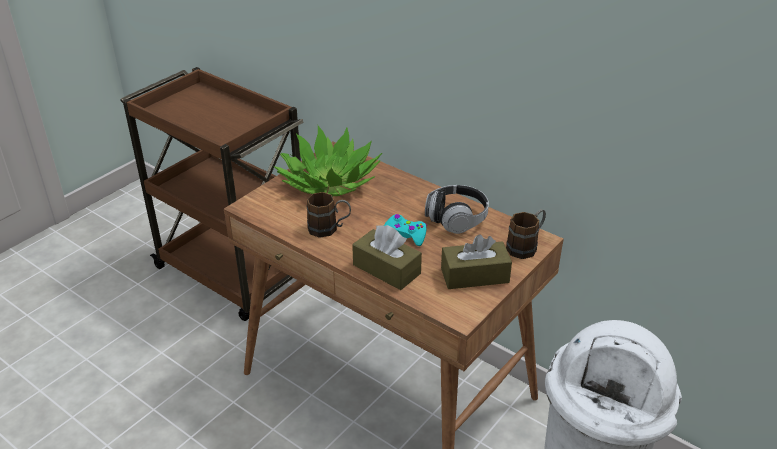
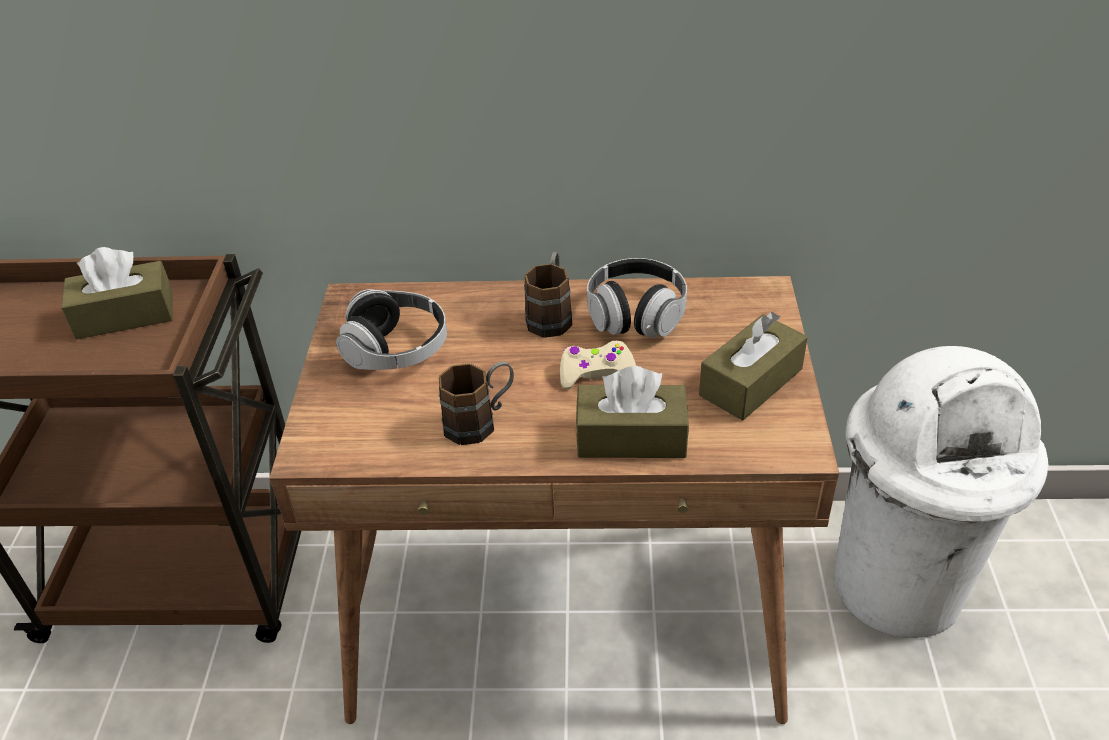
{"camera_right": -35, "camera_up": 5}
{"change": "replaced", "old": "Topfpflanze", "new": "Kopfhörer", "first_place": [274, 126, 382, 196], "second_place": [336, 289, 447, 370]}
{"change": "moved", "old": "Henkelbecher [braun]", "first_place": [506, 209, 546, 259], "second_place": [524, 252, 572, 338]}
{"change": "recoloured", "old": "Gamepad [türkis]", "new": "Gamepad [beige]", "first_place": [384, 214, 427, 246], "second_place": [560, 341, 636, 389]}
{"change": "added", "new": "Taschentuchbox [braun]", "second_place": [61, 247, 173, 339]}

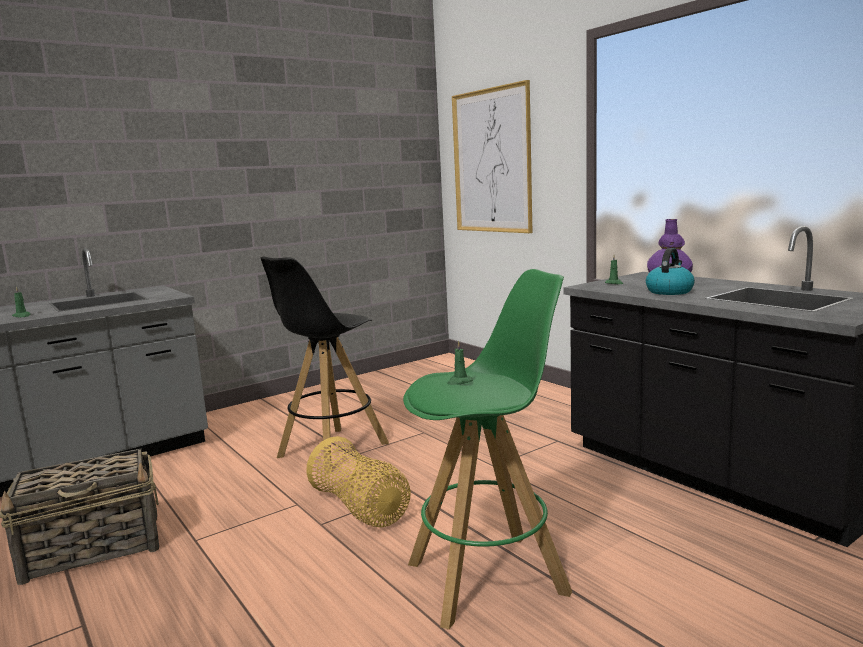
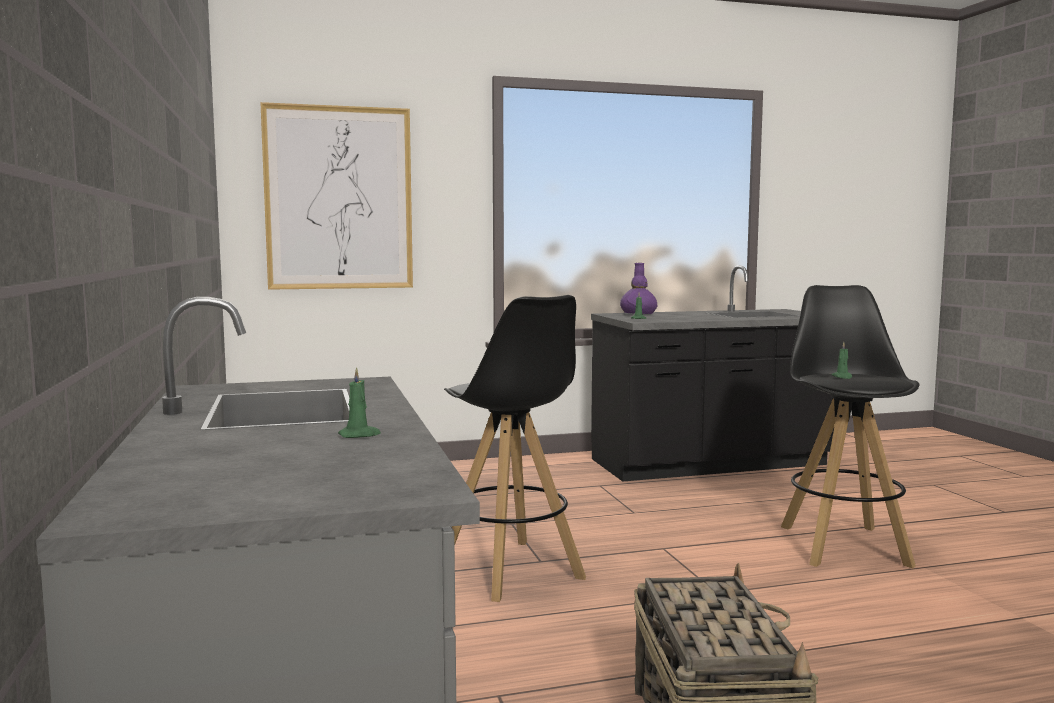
{"camera_right": -70, "camera_up": -5}
{"change": "removed", "old": "Wasserkessel", "first_place": [646, 248, 695, 295]}
{"change": "recoloured", "old": "Hocker [grün]", "new": "Hocker [schwarz]", "first_place": [403, 269, 572, 629], "second_place": [781, 285, 920, 568]}
{"change": "removed", "old": "Korb", "first_place": [306, 436, 411, 527]}

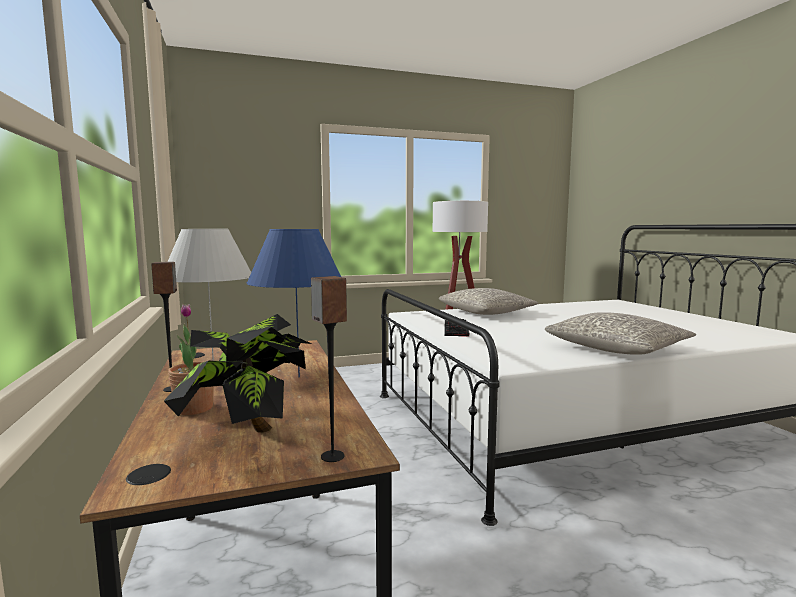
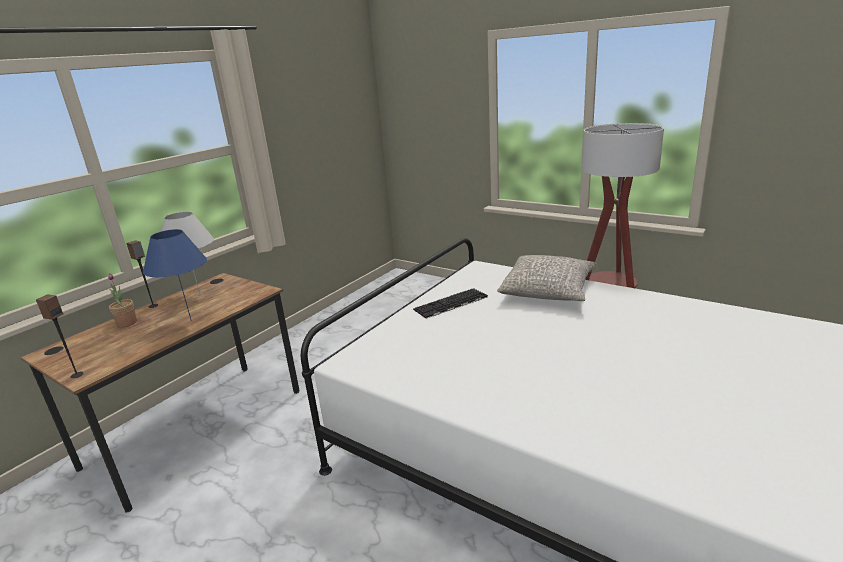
{"camera_right": 55, "camera_up": 15}
{"change": "removed", "old": "Kissen [grau]", "first_place": [545, 312, 696, 355]}
{"change": "removed", "old": "Topfpflanze", "first_place": [164, 314, 312, 433]}

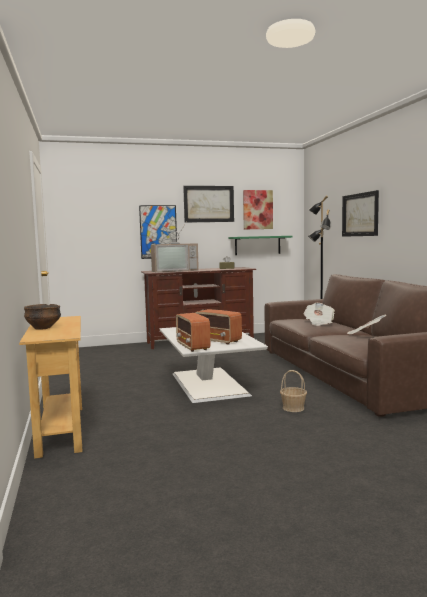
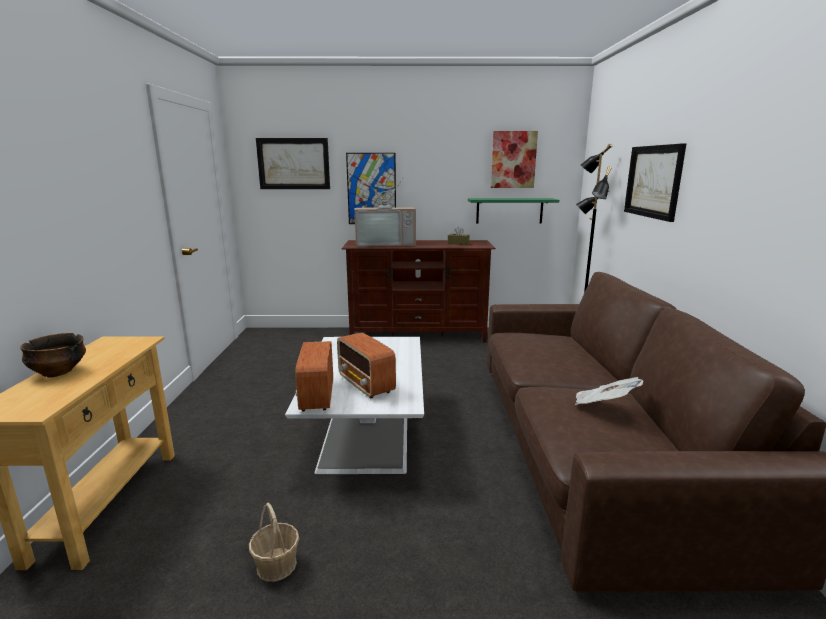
{"camera_right": 15, "camera_up": 10}
{"change": "moved", "old": "Bild", "first_place": [183, 186, 234, 223], "second_place": [256, 138, 330, 189]}
{"change": "removed", "old": "Zeitung", "first_place": [303, 303, 335, 326]}
{"change": "moved", "old": "Korb", "first_place": [280, 370, 307, 412], "second_place": [249, 502, 299, 582]}

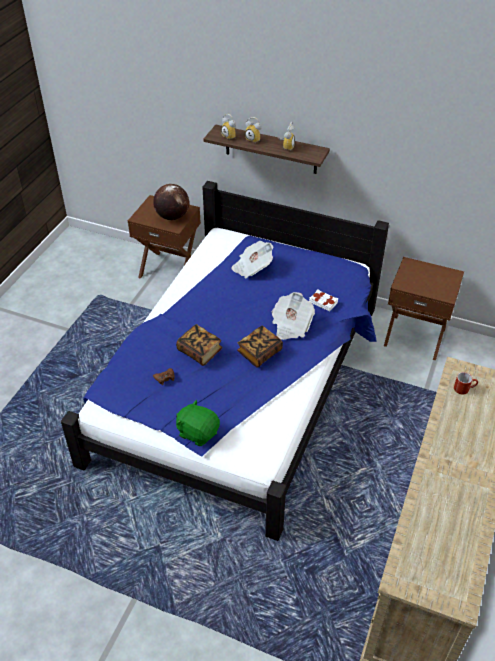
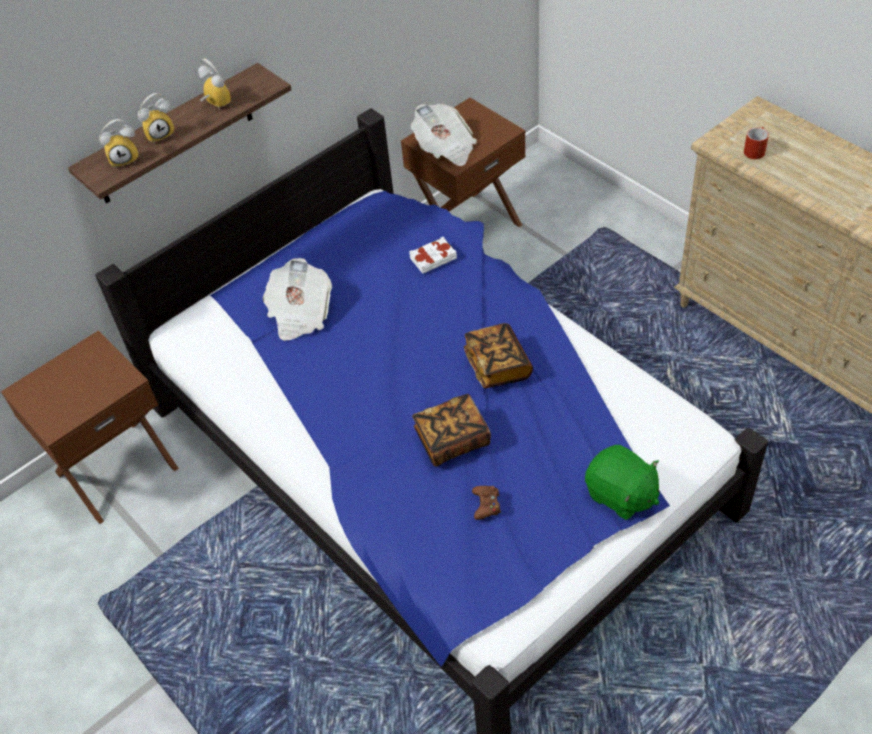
{"camera_right": -60, "camera_up": 5}
{"change": "removed", "old": "Globus", "first_place": [153, 184, 189, 220]}
{"change": "moved", "old": "Zeitung", "first_place": [271, 292, 315, 340], "second_place": [411, 104, 477, 166]}
{"change": "turned", "old": "Plüschtier [grün]", "first_place": [176, 400, 220, 446], "second_place": [585, 445, 659, 520], "degrees": -105}

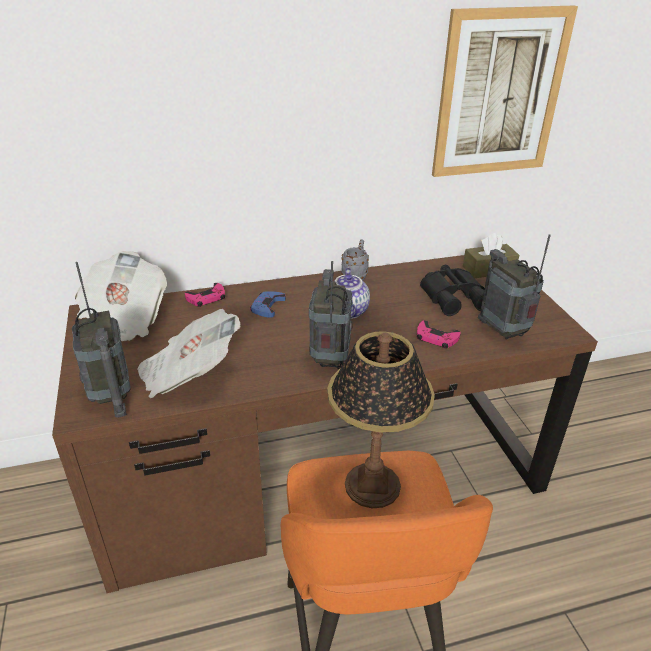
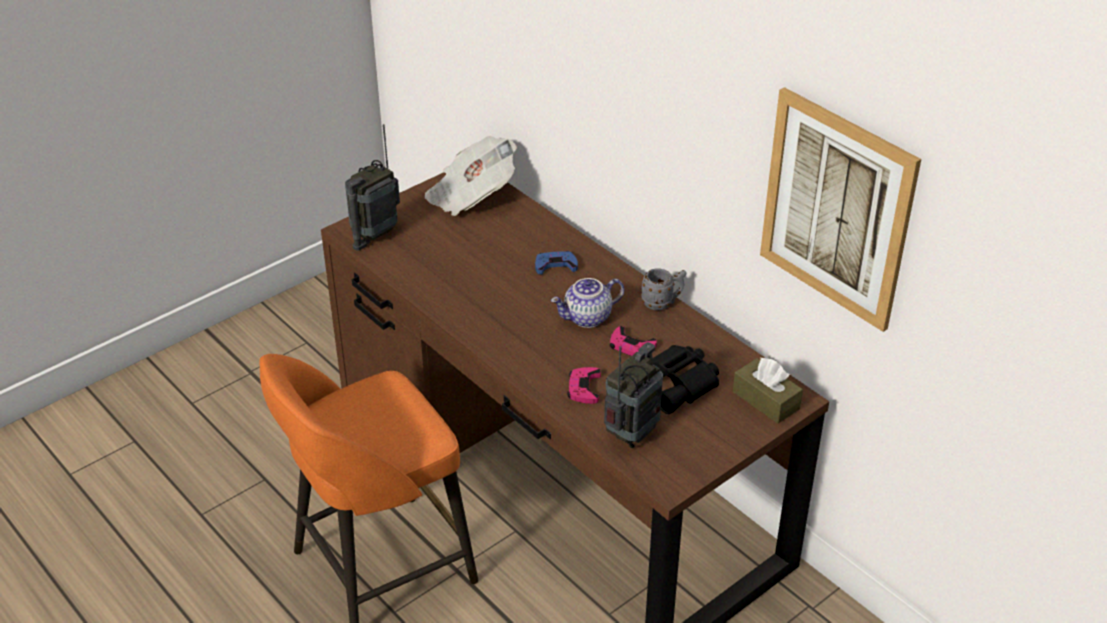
{"camera_right": 65, "camera_up": 5}
{"change": "removed", "old": "Radio", "first_place": [309, 261, 353, 369]}
{"change": "moved", "old": "Gamepad [rosa]", "first_place": [185, 283, 225, 307], "second_place": [609, 326, 657, 356]}
{"change": "removed", "old": "Zeitung", "first_place": [137, 309, 240, 398]}
{"change": "removed", "old": "Tischlampe", "first_place": [327, 331, 435, 508]}

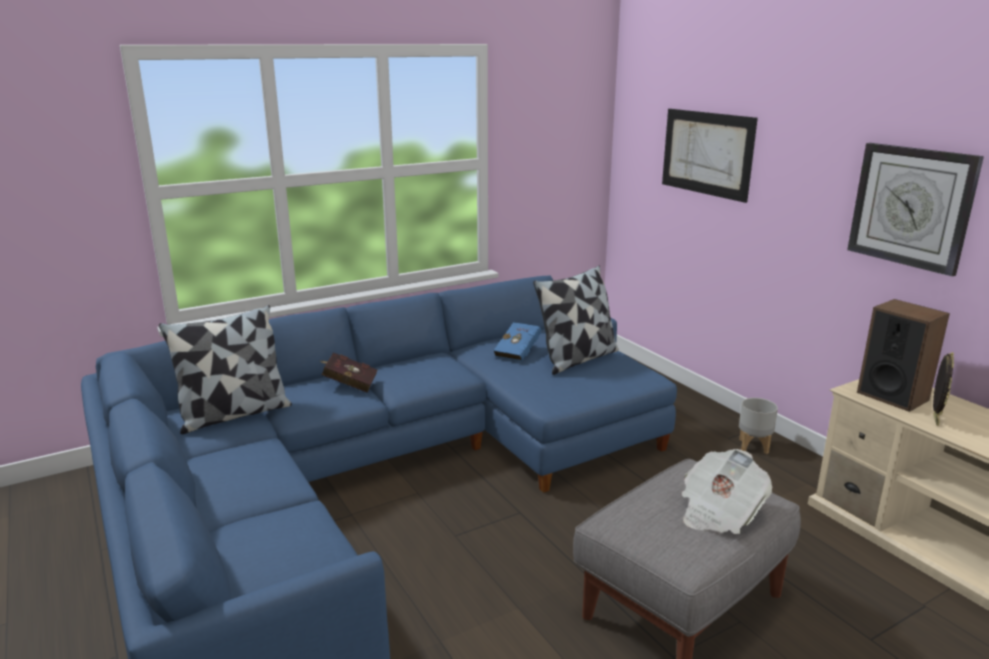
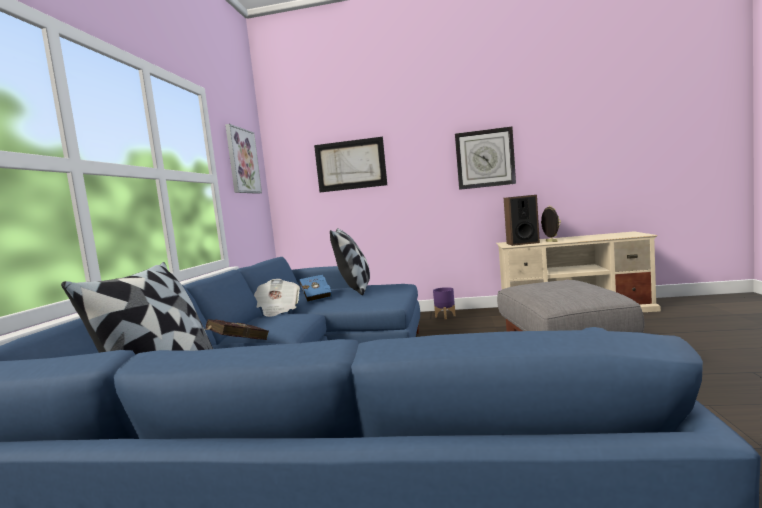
{"camera_right": -50, "camera_up": -15}
{"change": "recoloured", "old": "Pflanzkübel [grau]", "new": "Pflanzkübel [lila]", "first_place": [739, 398, 778, 454], "second_place": [433, 287, 456, 319]}
{"change": "moved", "old": "Zeitung", "first_place": [682, 449, 772, 534], "second_place": [254, 279, 300, 317]}
{"change": "added", "new": "Bild", "second_place": [225, 124, 262, 194]}

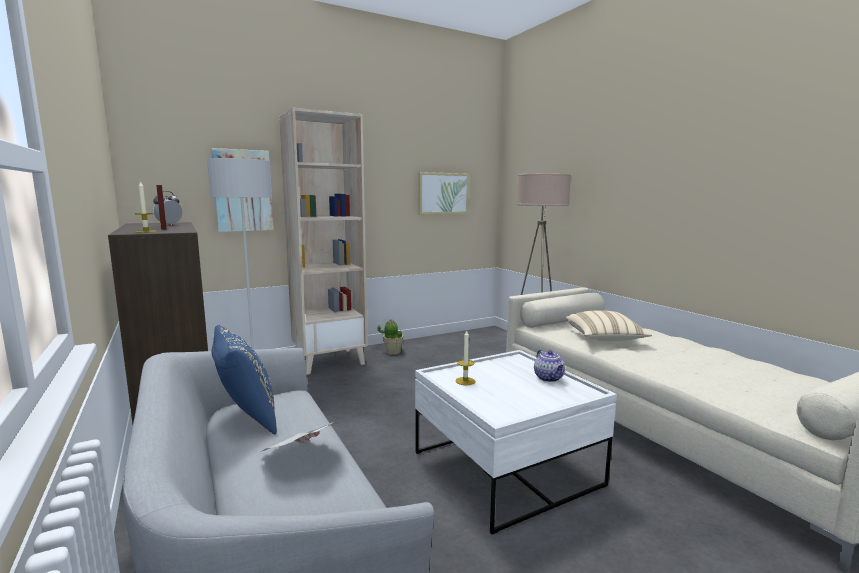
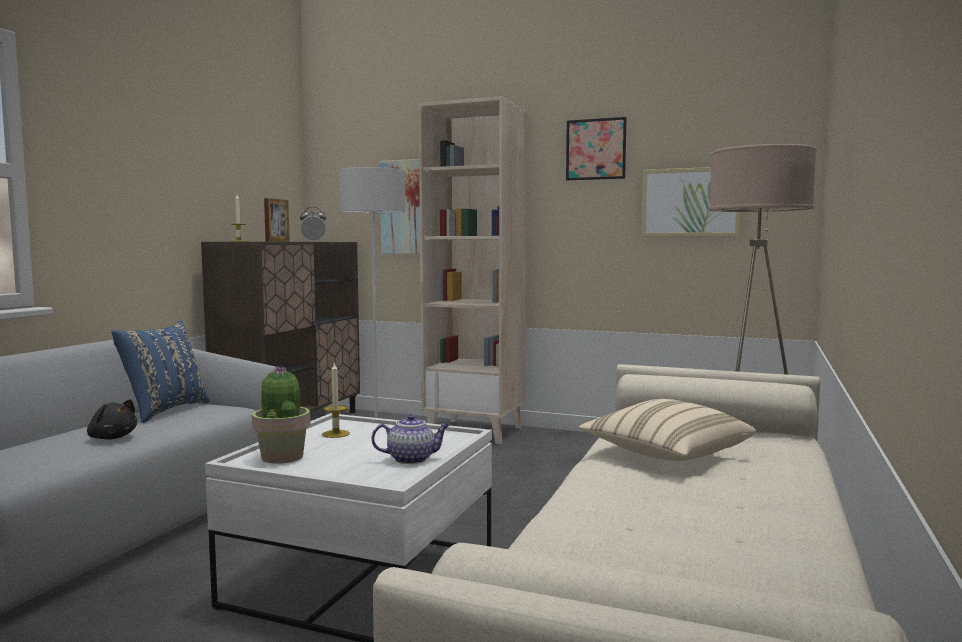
{"camera_right": 50, "camera_up": -5}
{"change": "moved", "old": "Topfpflanze", "first_place": [378, 319, 403, 355], "second_place": [252, 365, 310, 464]}
{"change": "turned", "old": "Teekanne", "first_place": [534, 350, 565, 382], "second_place": [371, 414, 450, 464], "degrees": -135}
{"change": "replaced", "old": "Zeitung", "new": "Plüschtier [schwarz]", "first_place": [263, 419, 343, 451], "second_place": [87, 399, 137, 440]}
{"change": "added", "new": "Bild", "second_place": [566, 117, 627, 180]}

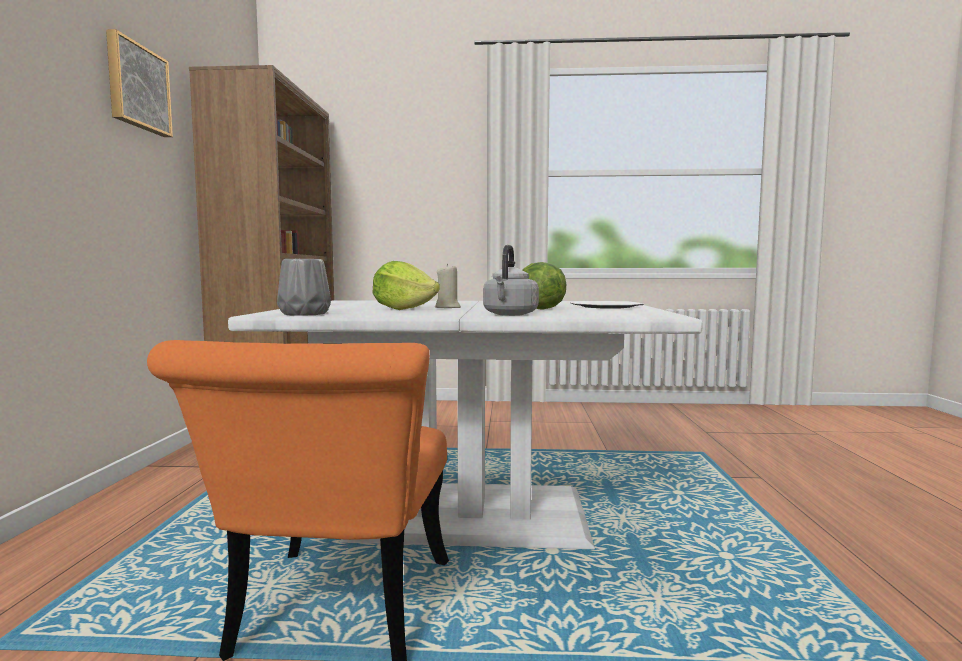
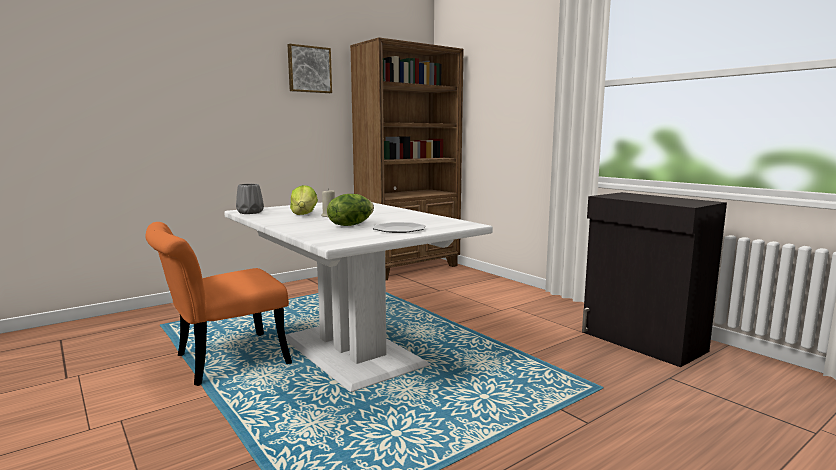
{"camera_right": 50, "camera_up": 5}
{"change": "removed", "old": "Wasserkessel [grau]", "first_place": [483, 245, 539, 316]}
{"change": "added", "new": "Schrank [schwarz]", "second_place": [582, 192, 727, 367]}

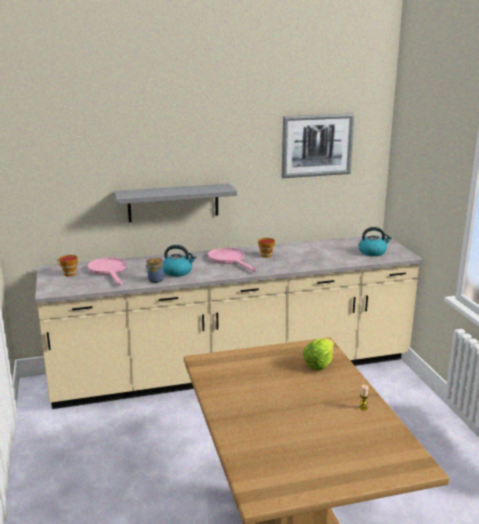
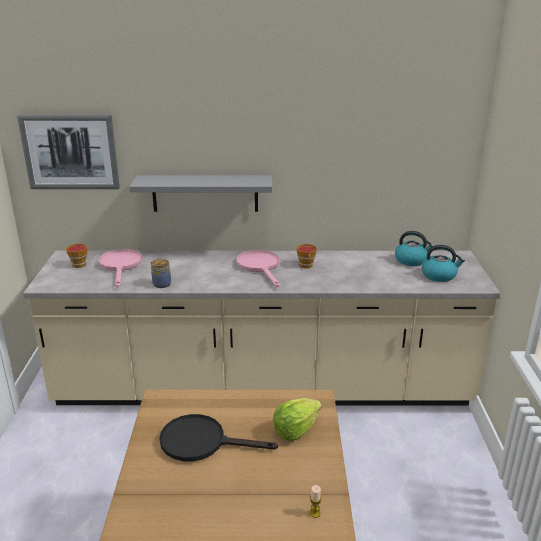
{"camera_right": 15, "camera_up": 5}
{"change": "moved", "old": "Bild", "first_place": [282, 113, 355, 178], "second_place": [17, 115, 120, 189]}
{"change": "moved", "old": "Wasserkessel", "first_place": [163, 245, 196, 277], "second_place": [395, 231, 435, 266]}
{"change": "added", "new": "Pfanne [schwarz]", "second_place": [159, 414, 278, 461]}

